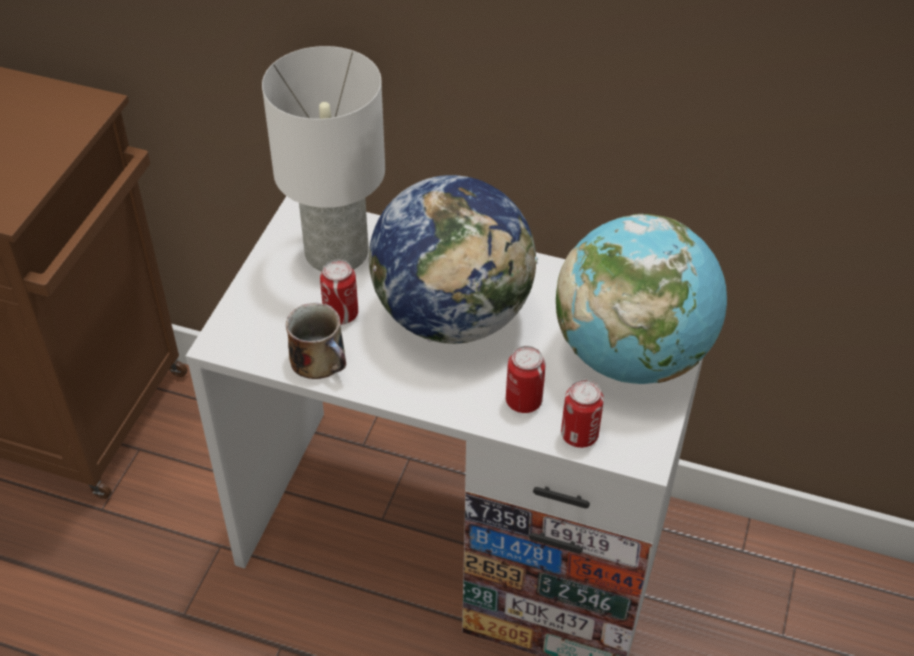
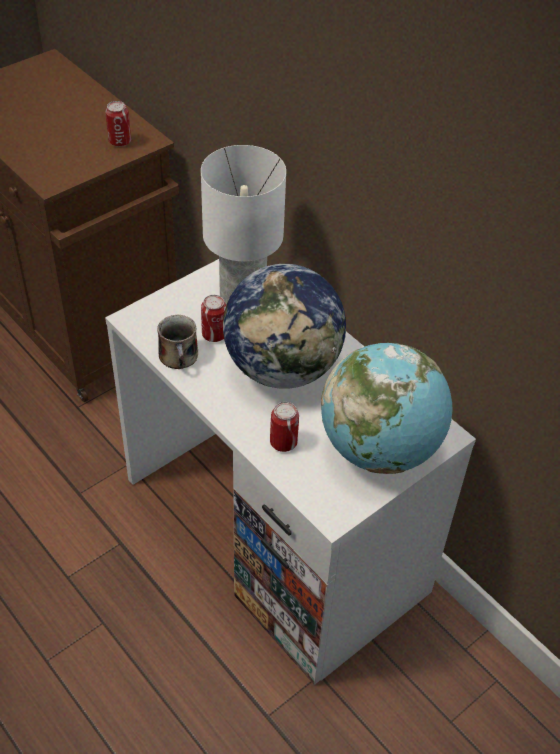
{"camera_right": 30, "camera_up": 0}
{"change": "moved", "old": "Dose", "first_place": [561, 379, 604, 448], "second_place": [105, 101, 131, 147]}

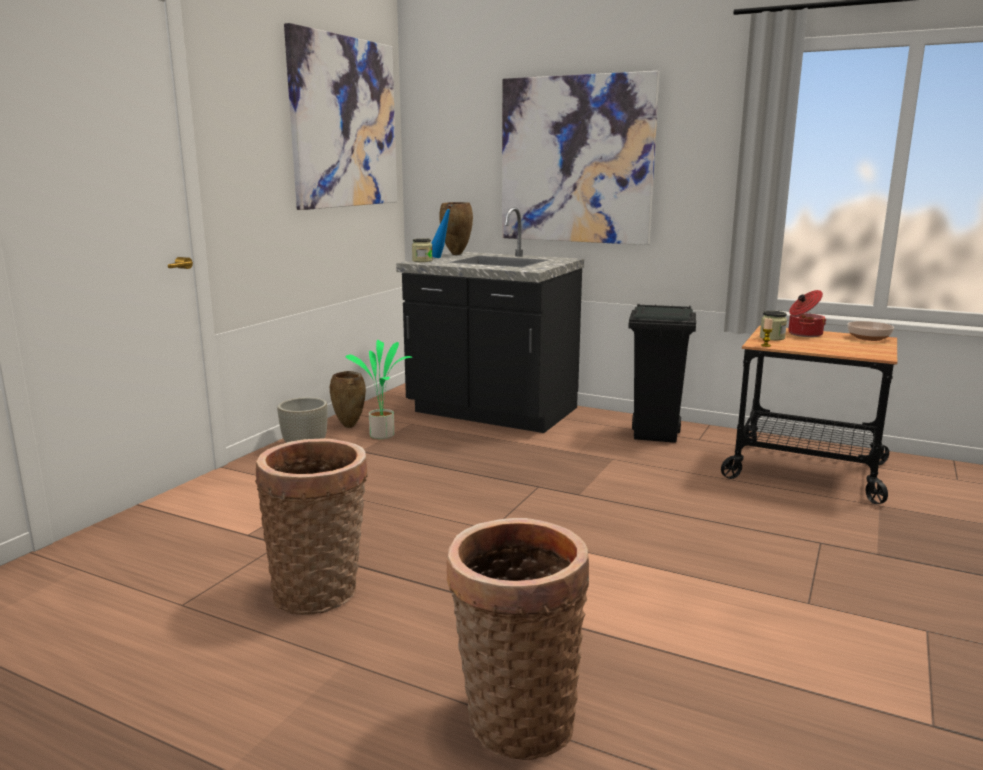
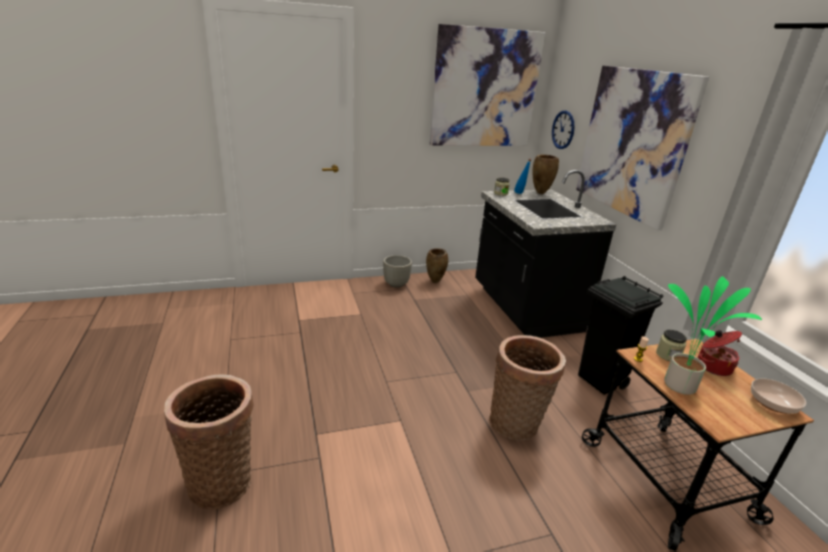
{"camera_right": 45, "camera_up": 10}
{"change": "moved", "old": "Topfpflanze", "first_place": [345, 340, 413, 439], "second_place": [664, 276, 762, 395]}
{"change": "moved", "old": "Korb", "first_place": [255, 439, 368, 615], "second_place": [489, 335, 566, 441]}
{"change": "added", "new": "Wanduhr", "second_place": [552, 111, 575, 149]}

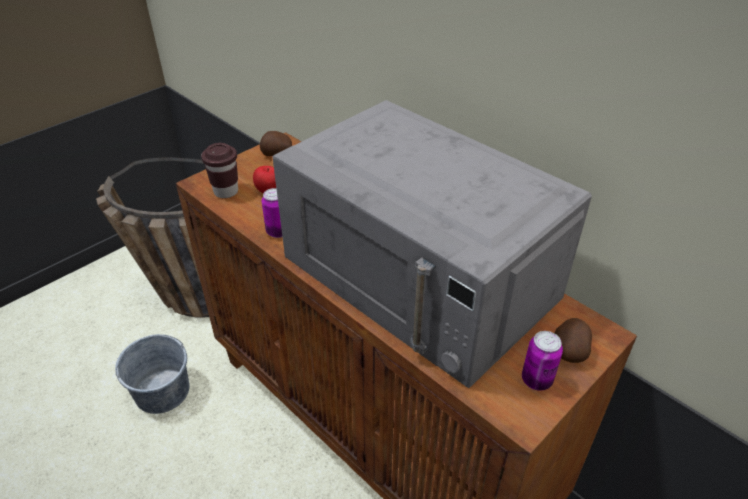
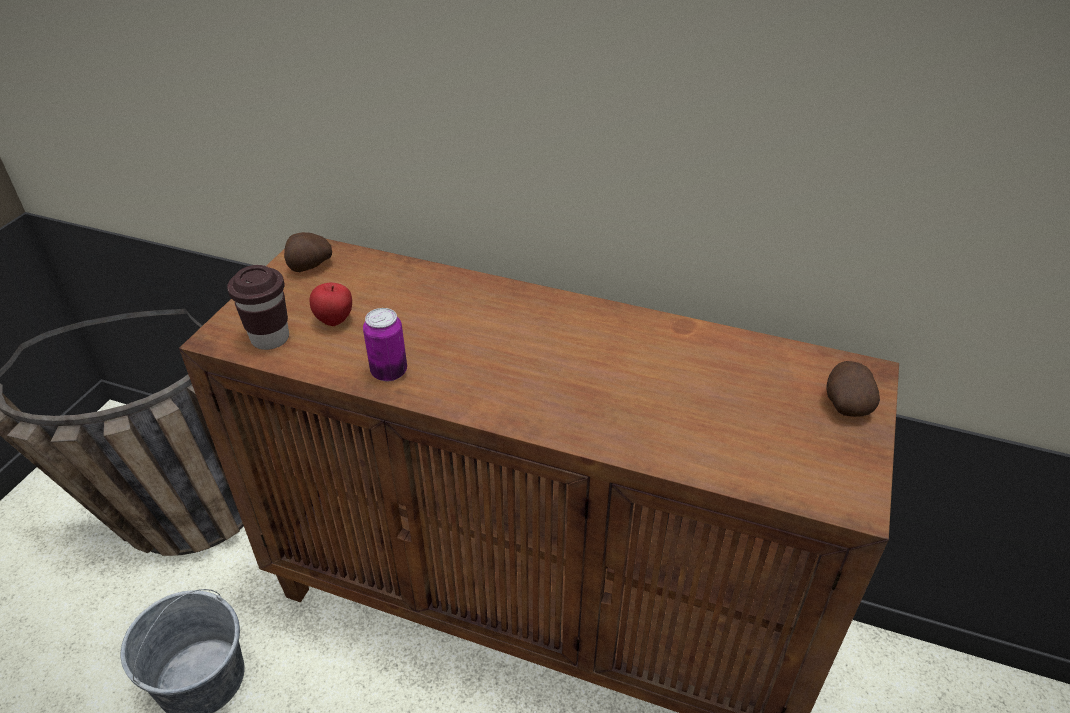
{"camera_right": -25, "camera_up": 0}
{"change": "removed", "old": "Mikrowelle [grau]", "first_place": [273, 100, 592, 388]}
{"change": "removed", "old": "Dose", "first_place": [522, 331, 563, 391]}

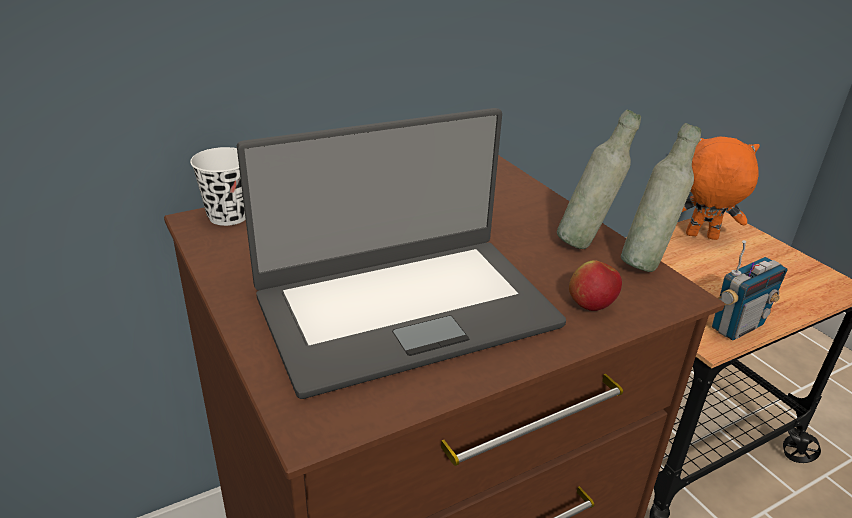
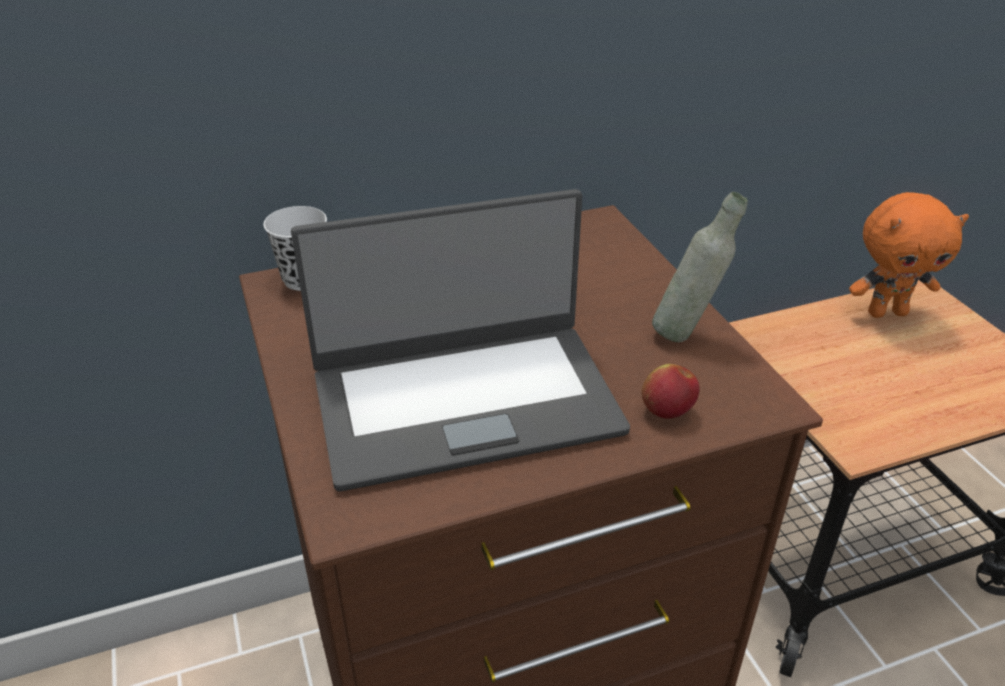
{"camera_right": 10, "camera_up": 5}
{"change": "removed", "old": "Flasche [grau]", "first_place": [621, 123, 701, 272]}
{"change": "turned", "old": "Plüschtier [orange]", "first_place": [682, 136, 760, 240], "second_place": [849, 192, 969, 318], "degrees": 150}
{"change": "removed", "old": "Radio", "first_place": [712, 240, 788, 341]}

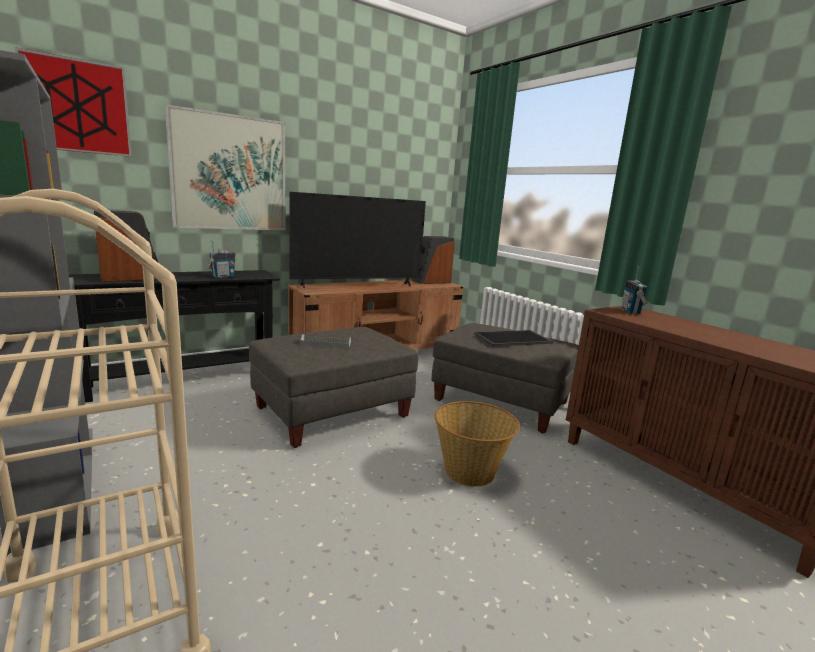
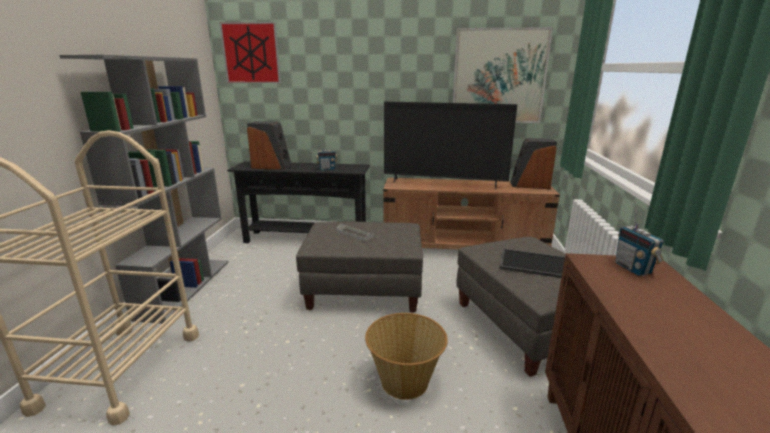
{"camera_right": 40, "camera_up": 5}
{"change": "moved", "old": "Bild", "first_place": [165, 104, 285, 230], "second_place": [453, 27, 553, 123]}
{"change": "turned", "old": "Radio", "first_place": [621, 265, 648, 314], "second_place": [616, 207, 664, 276], "degrees": -60}

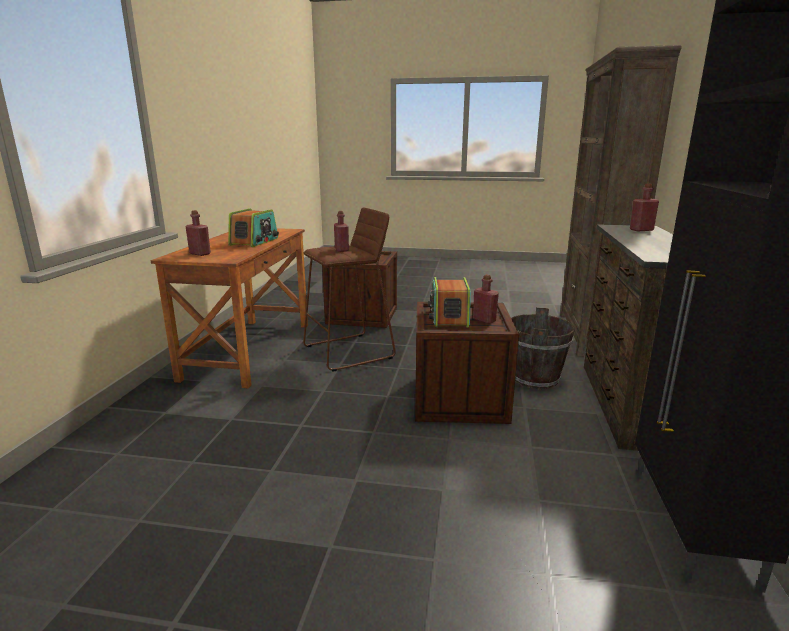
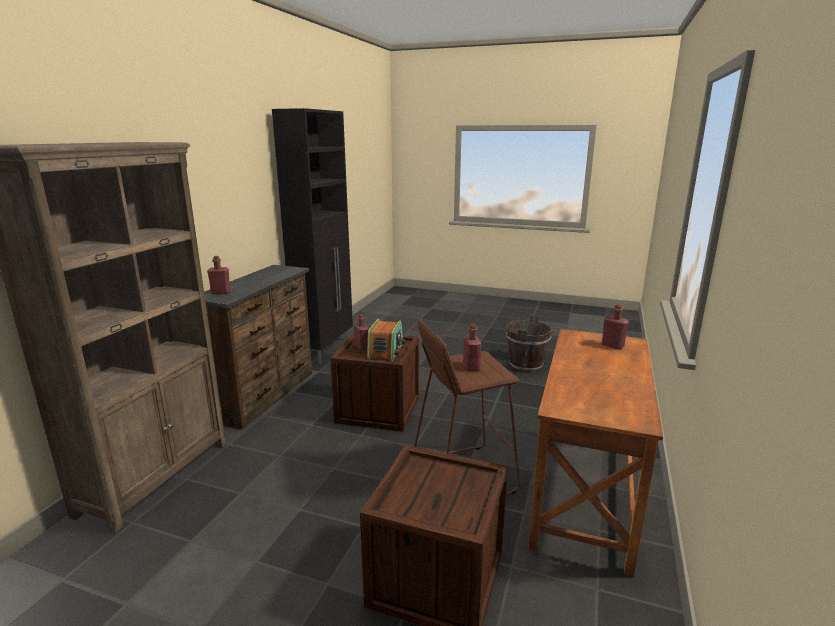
{"camera_right": -170, "camera_up": 0}
{"change": "removed", "old": "Radio", "first_place": [228, 208, 279, 247]}
{"change": "moved", "old": "Eimer [braun]", "first_place": [511, 307, 575, 389], "second_place": [506, 315, 552, 372]}

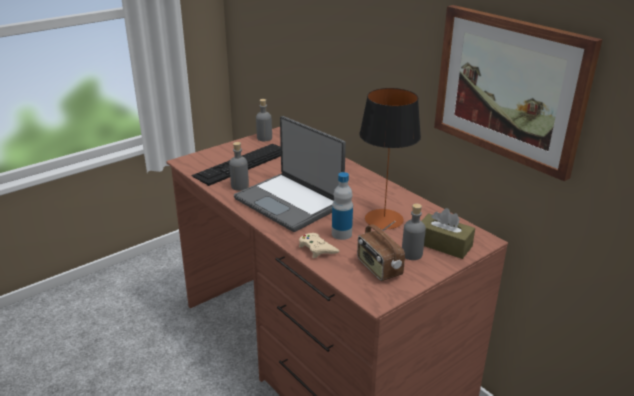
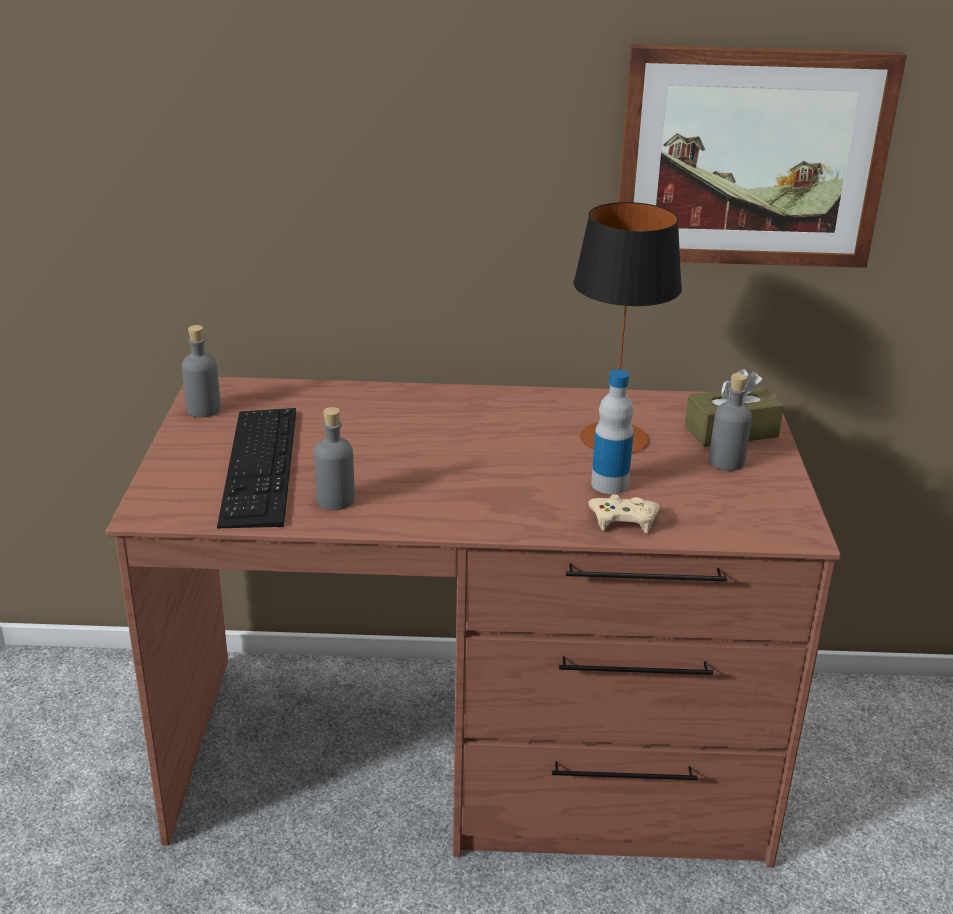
{"camera_right": -50, "camera_up": 0}
{"change": "removed", "old": "Laptop", "first_place": [234, 116, 346, 232]}
{"change": "removed", "old": "Radio", "first_place": [357, 221, 405, 281]}

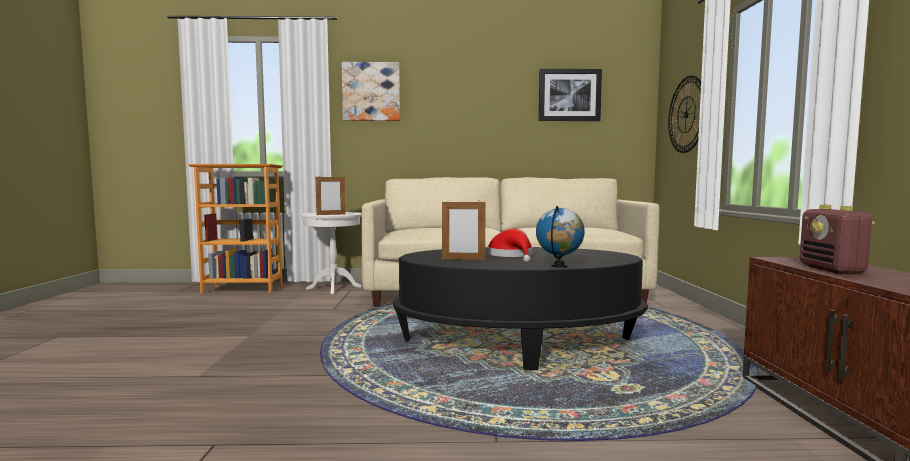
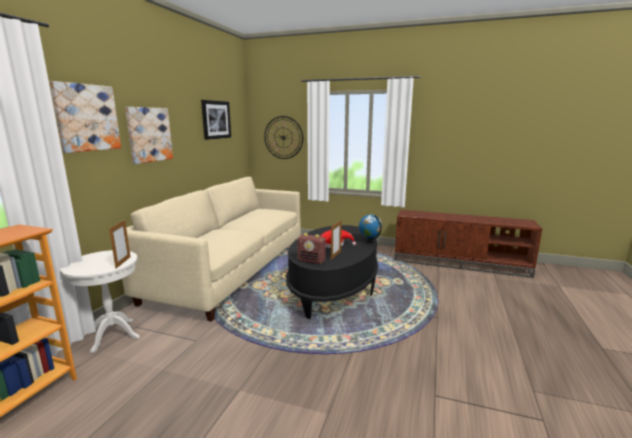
{"camera_right": -70, "camera_up": 10}
{"change": "moved", "old": "Radio", "first_place": [800, 205, 875, 274], "second_place": [298, 233, 326, 264]}
{"change": "added", "new": "Bild", "second_place": [125, 107, 173, 164]}

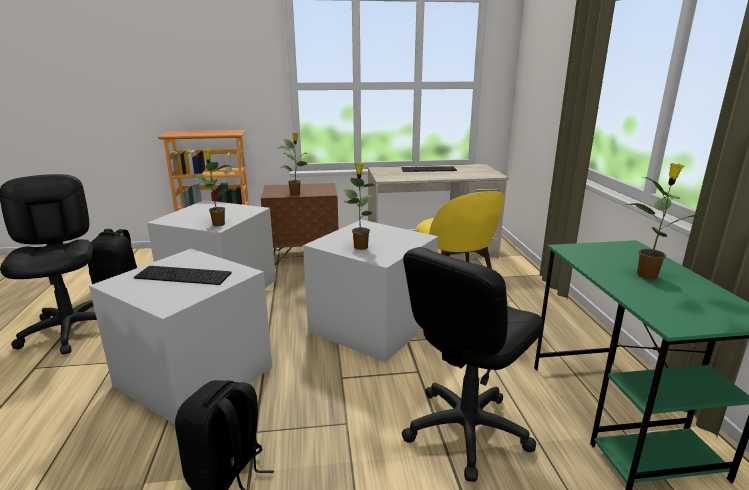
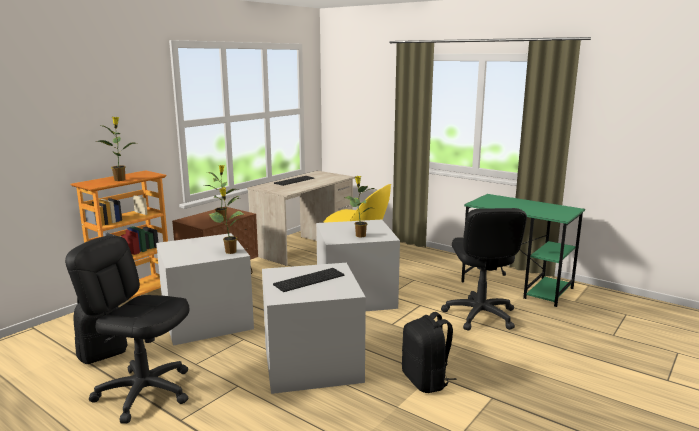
{"camera_right": -45, "camera_up": -5}
{"change": "moved", "old": "Topfpflanze", "first_place": [625, 163, 702, 280], "second_place": [97, 117, 135, 181]}

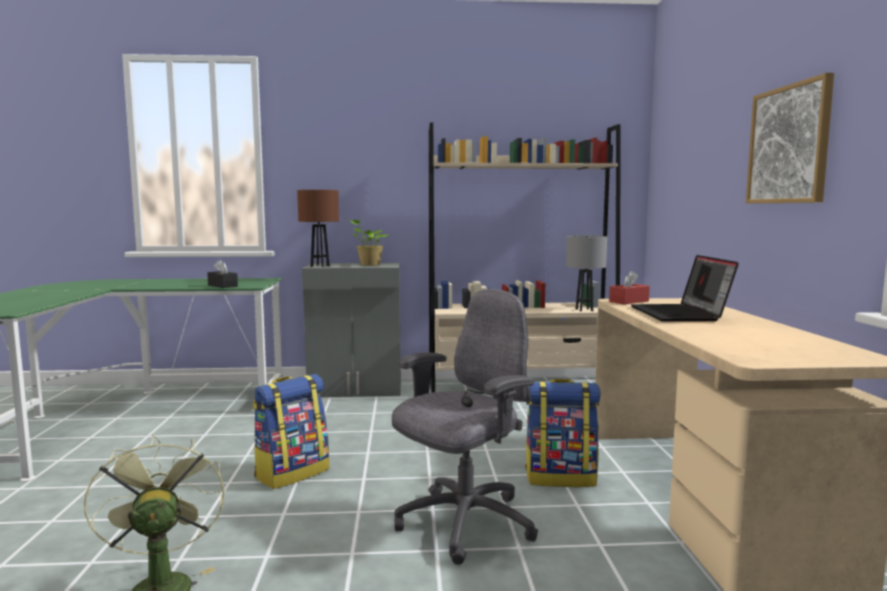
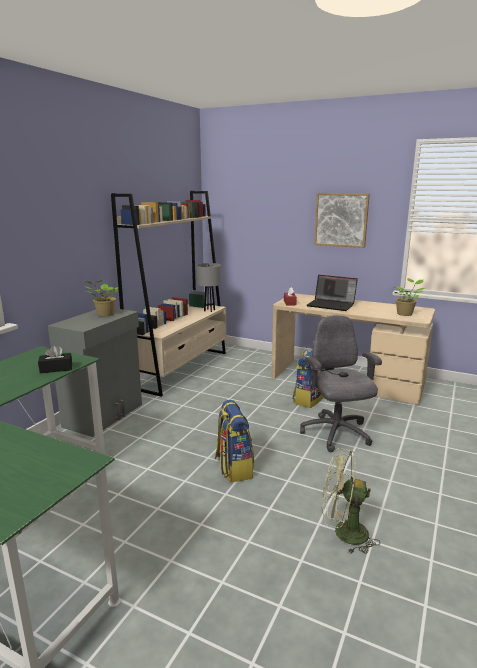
{"camera_right": -60, "camera_up": 10}
{"change": "removed", "old": "Tischlampe [braun]", "first_place": [297, 190, 339, 267]}
{"change": "added", "new": "Topfpflanze", "second_place": [394, 278, 425, 316]}

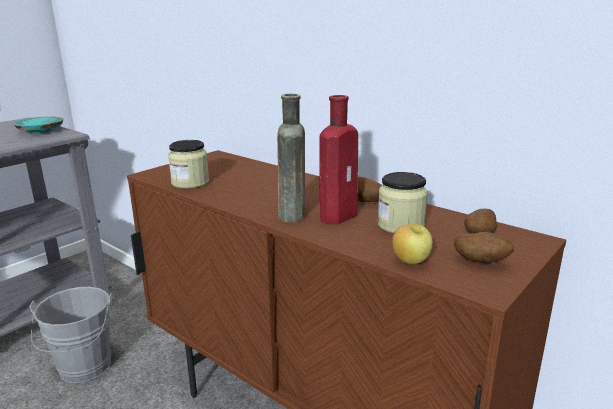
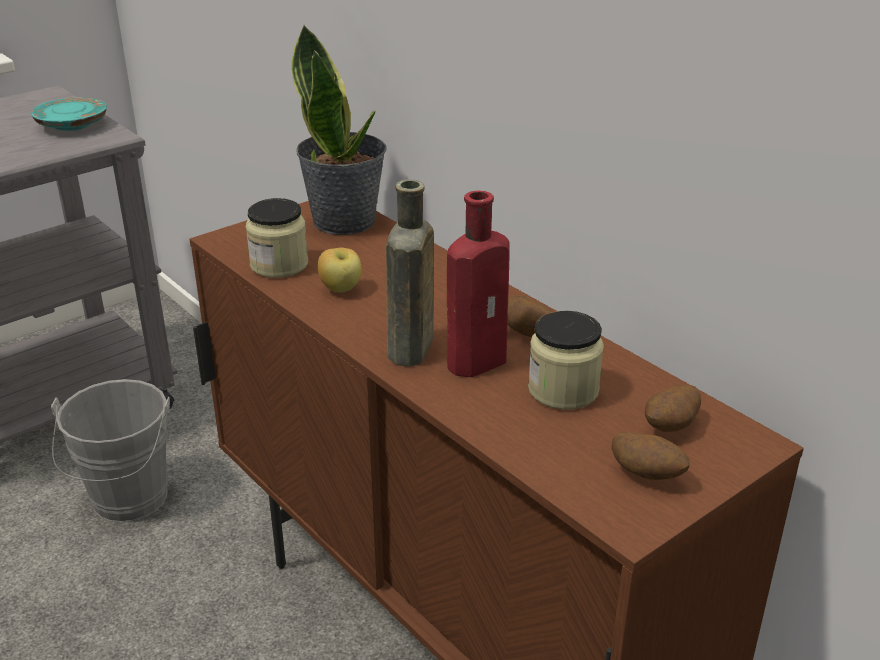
{"camera_right": 10, "camera_up": 10}
{"change": "moved", "old": "Apfel", "first_place": [392, 224, 433, 264], "second_place": [318, 248, 362, 292]}
{"change": "added", "new": "Topfpflanze", "second_place": [292, 24, 387, 235]}

